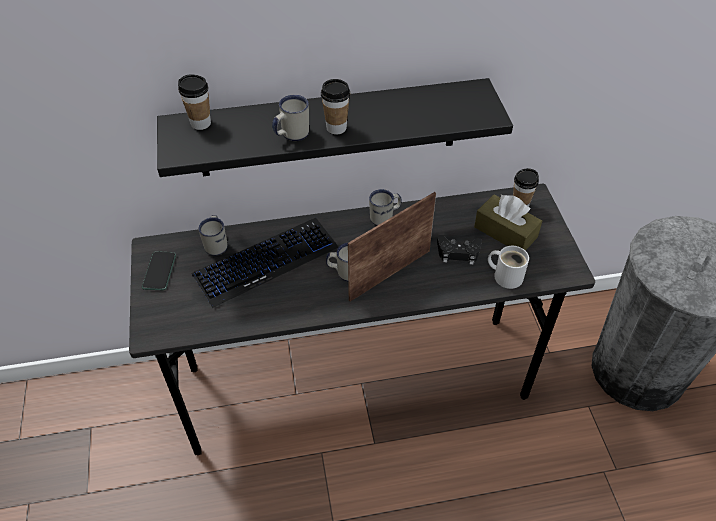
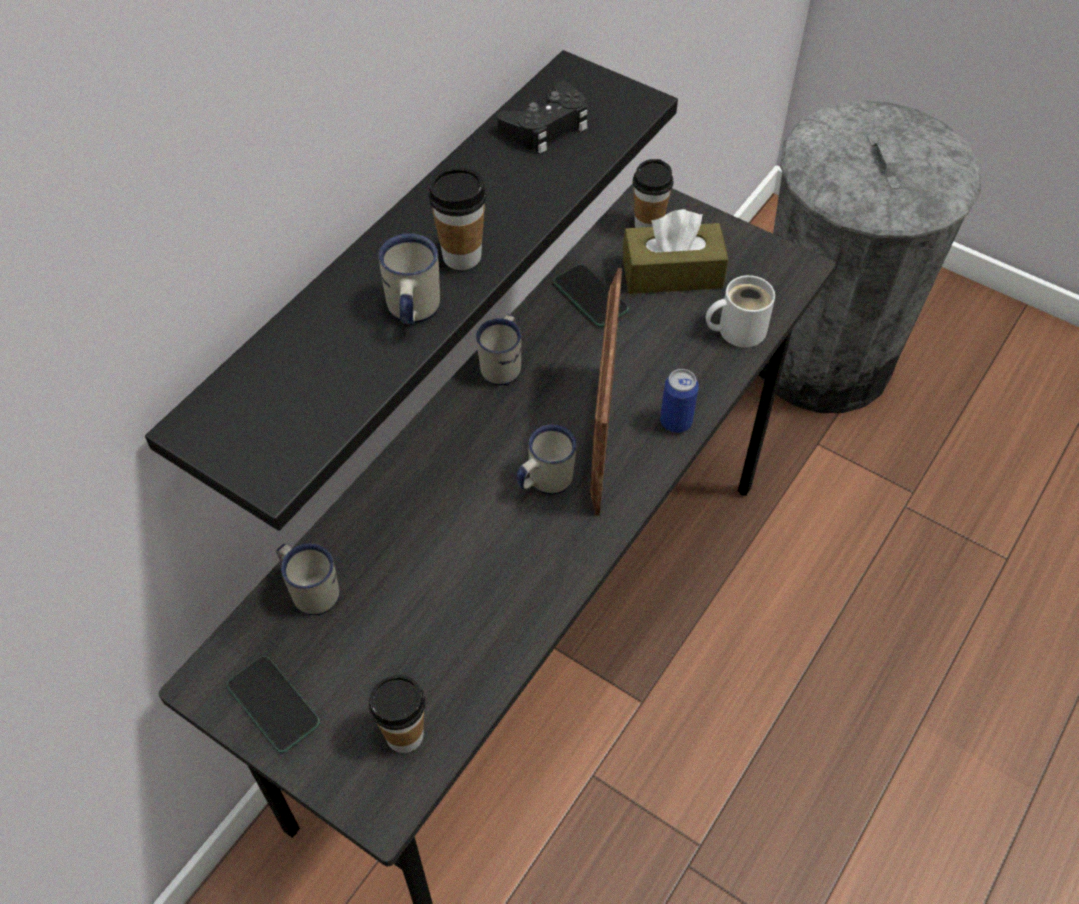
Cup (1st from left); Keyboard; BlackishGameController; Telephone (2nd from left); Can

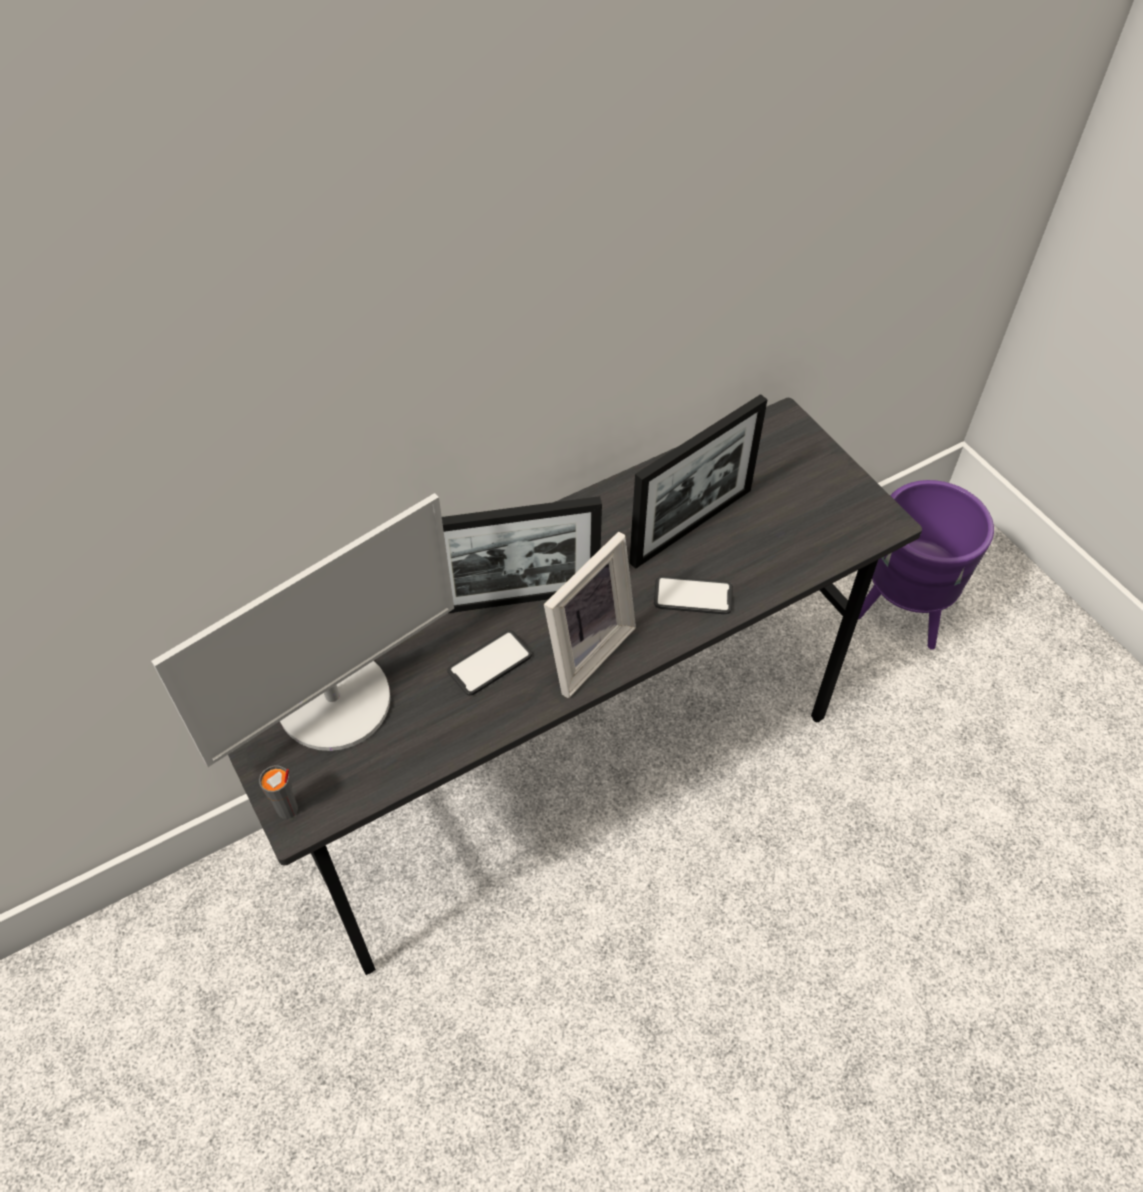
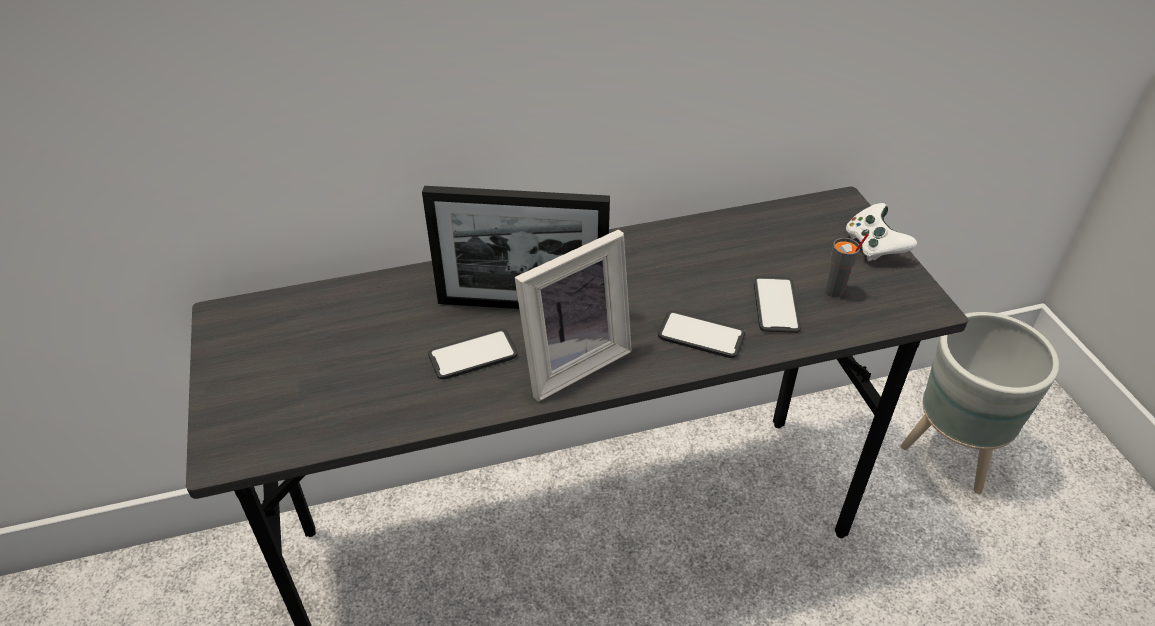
PhotoFrame (3rd from left in the first image); GreyFlowerPot; ComputerScreen; GreyCup; WhiteGameController; Telephone (3rd from left)

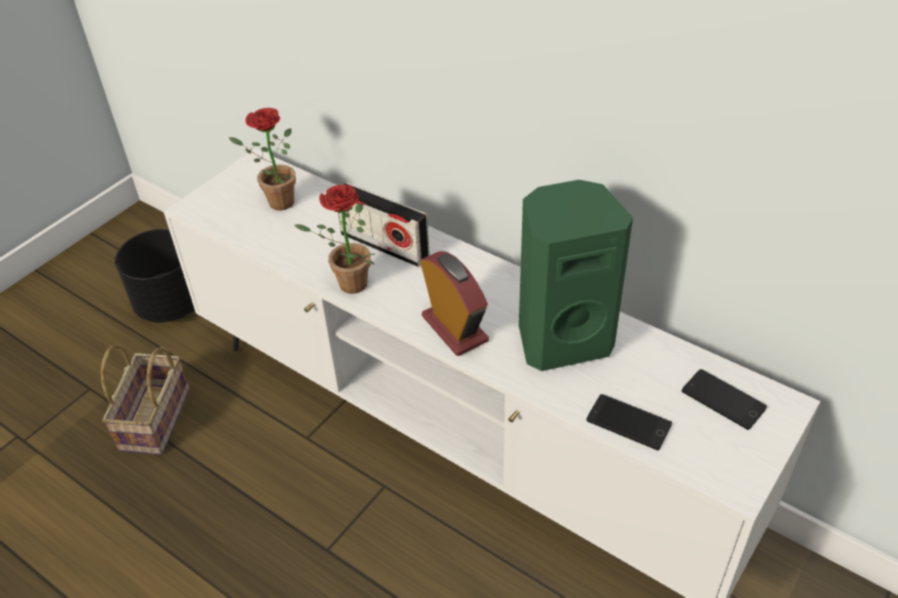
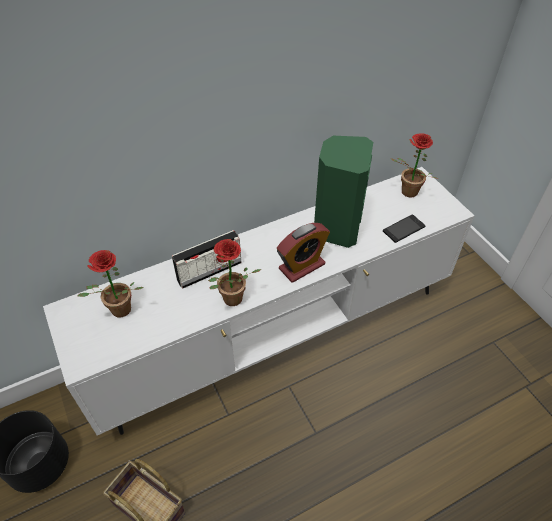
TableClock; PottedPlant (3rd from left)

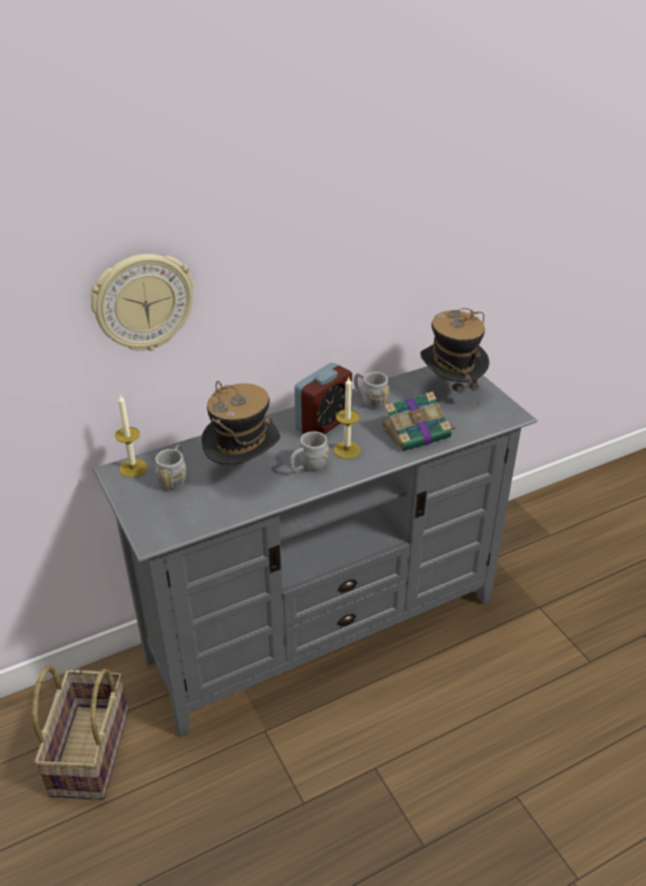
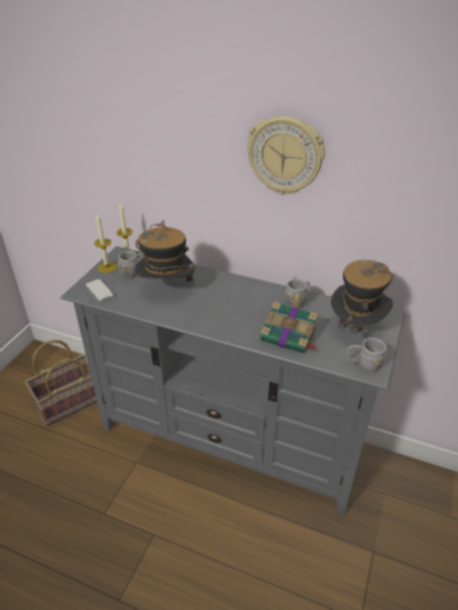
WallClock; TableClock; WaxCandle (1st from left); GreyCoffeeMug (3rd from left); Telephone

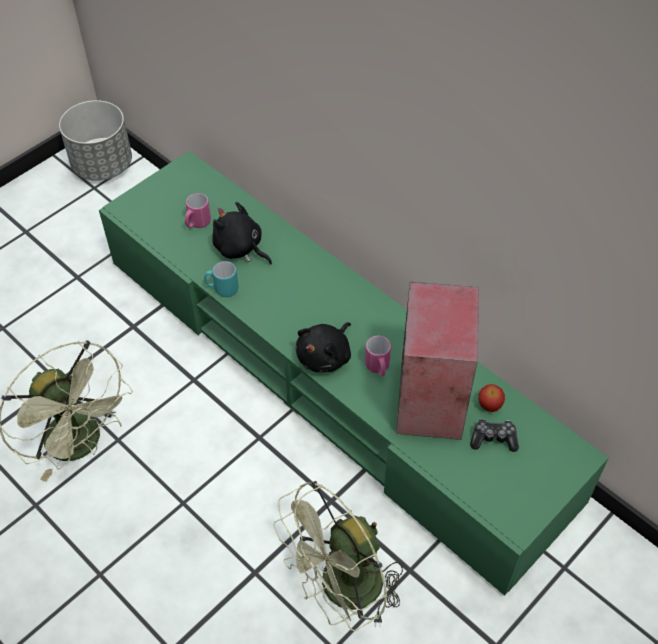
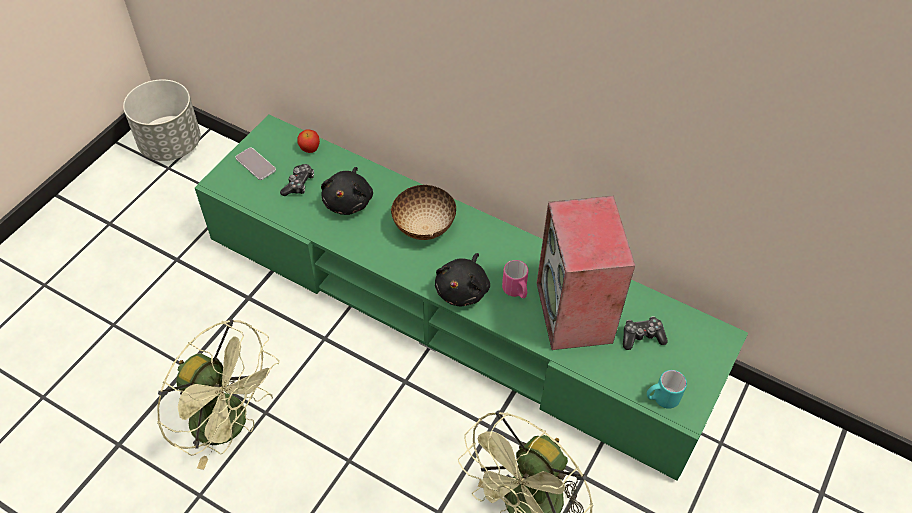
GameController (1st from left); BlackishSoftToy (1st from left); TurquoiseCoffeeMug; AppleFruit; Telephone; DeepDish

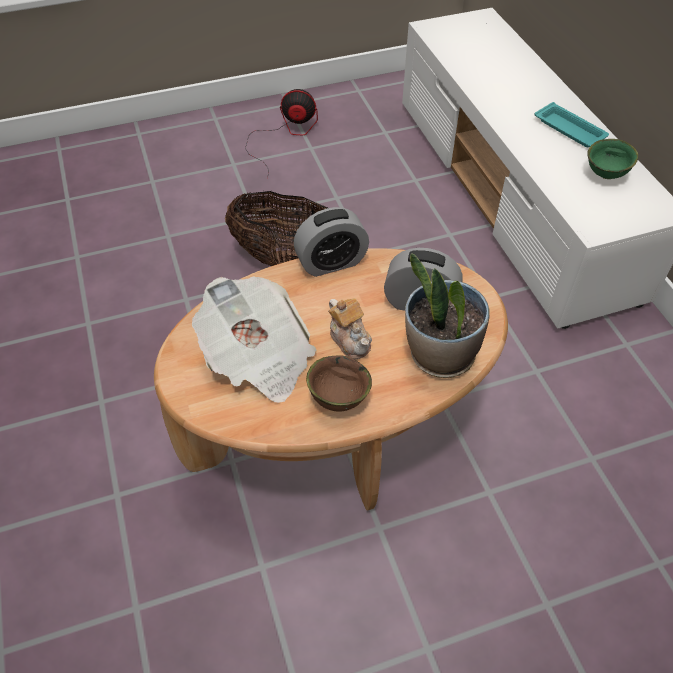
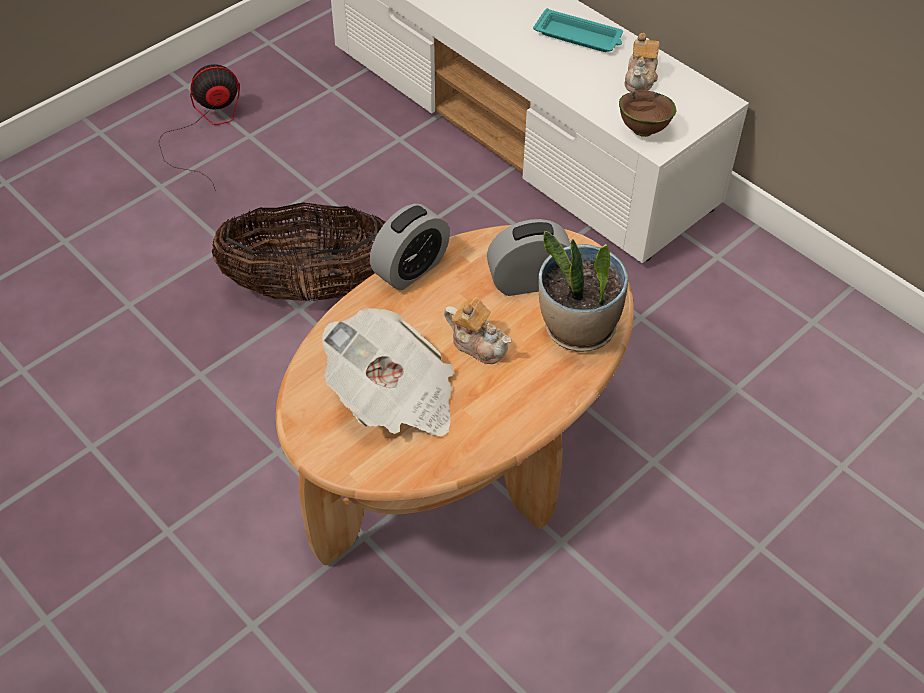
TeaPot (2nd from left); BrownDeepDish

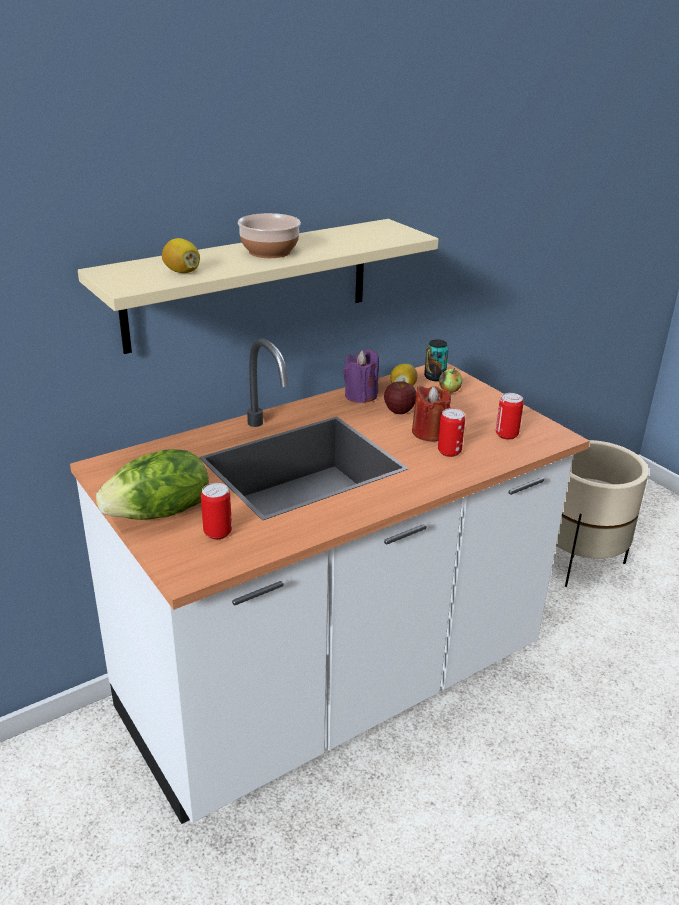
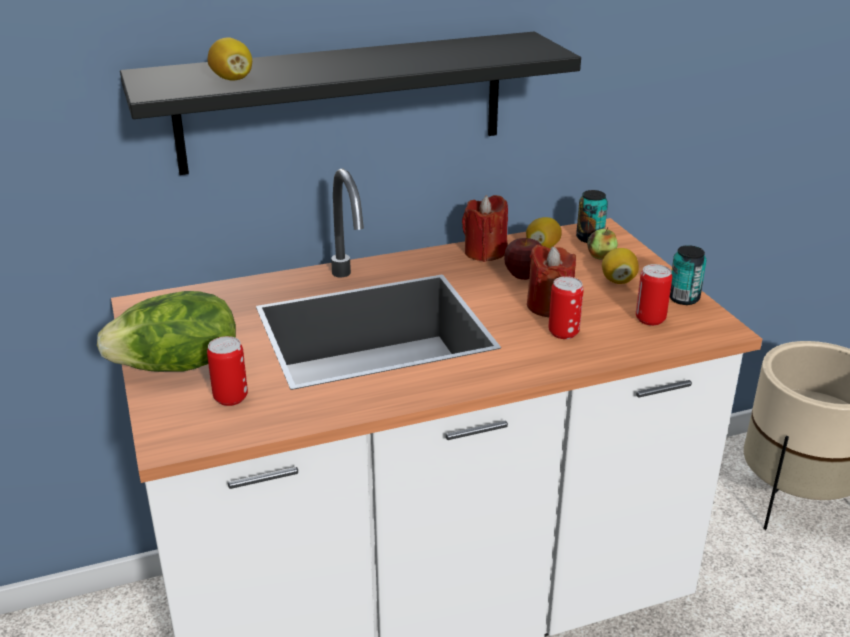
DeepDish; BlackishWallShelf; RedWaxCandle (1st from left); Can (5th from left); Lemon (3rd from left)

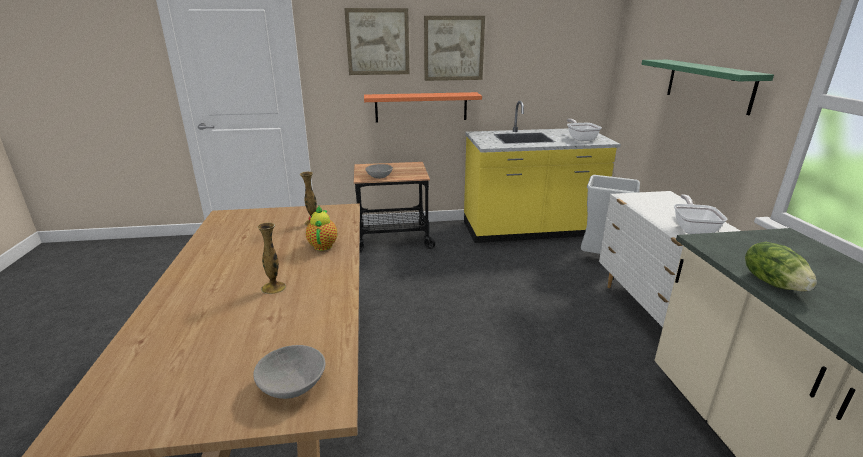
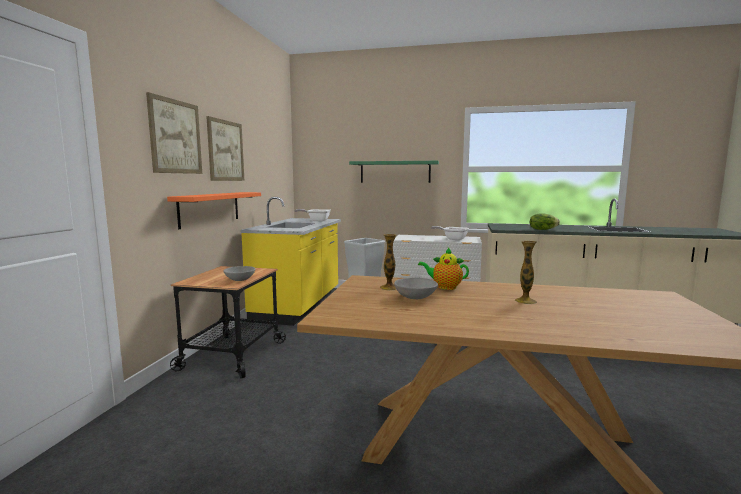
GreyDeepDish (2nd from left)

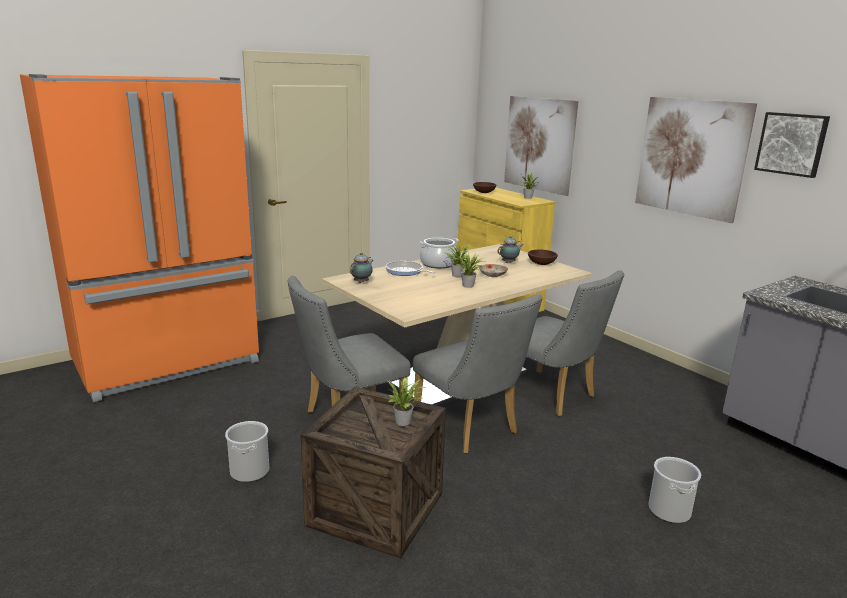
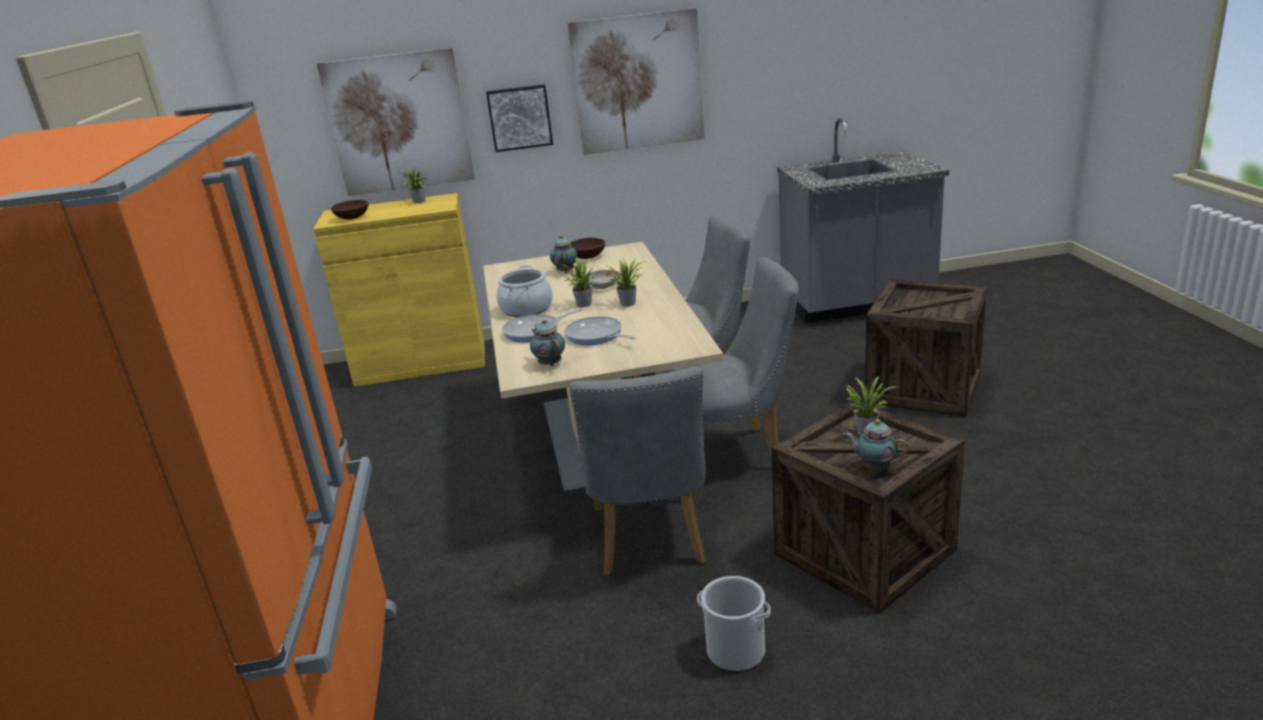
WallPicture (2nd from left); Crate (2nd from left); Skillet (2nd from left); TeaPot (3rd from left)

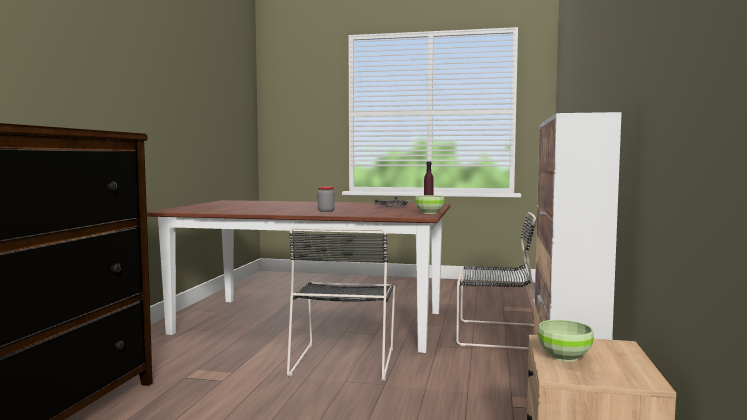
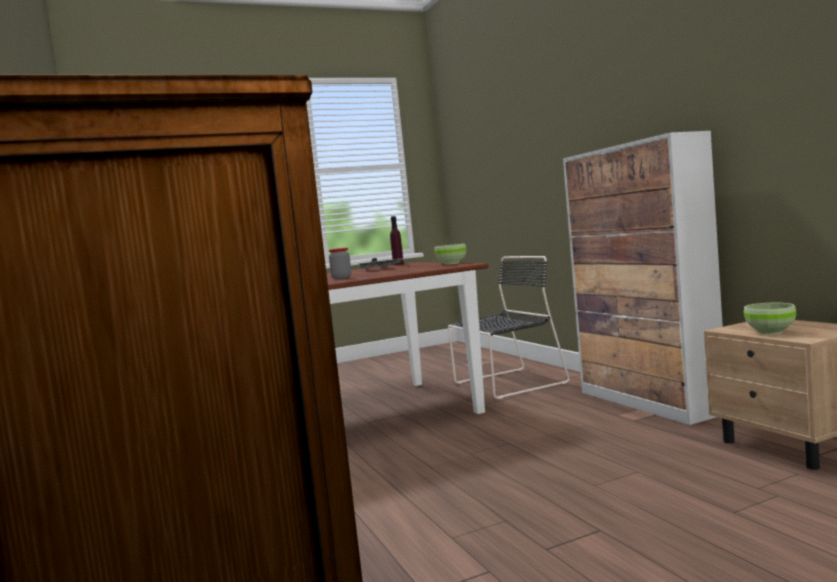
BlackishPlainChair (1st from left in the first image)

